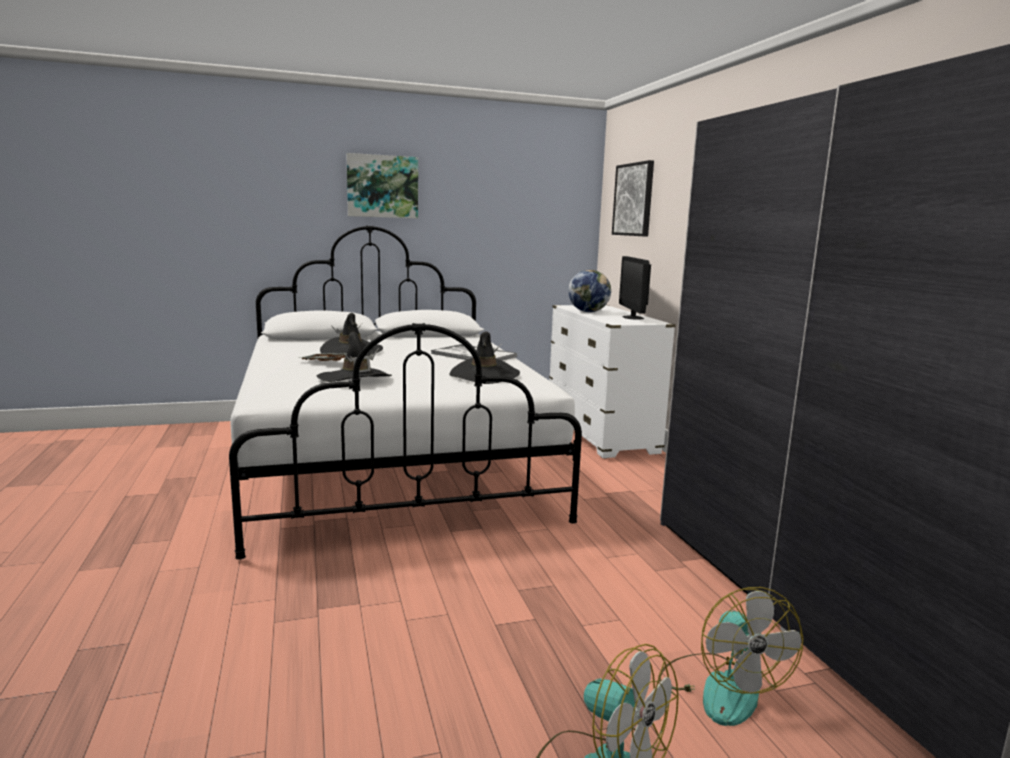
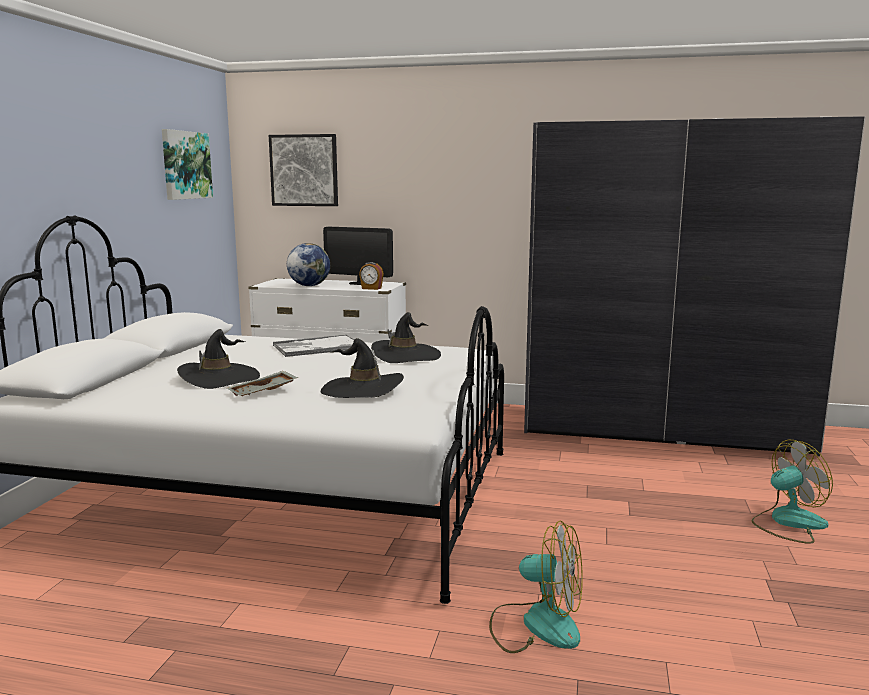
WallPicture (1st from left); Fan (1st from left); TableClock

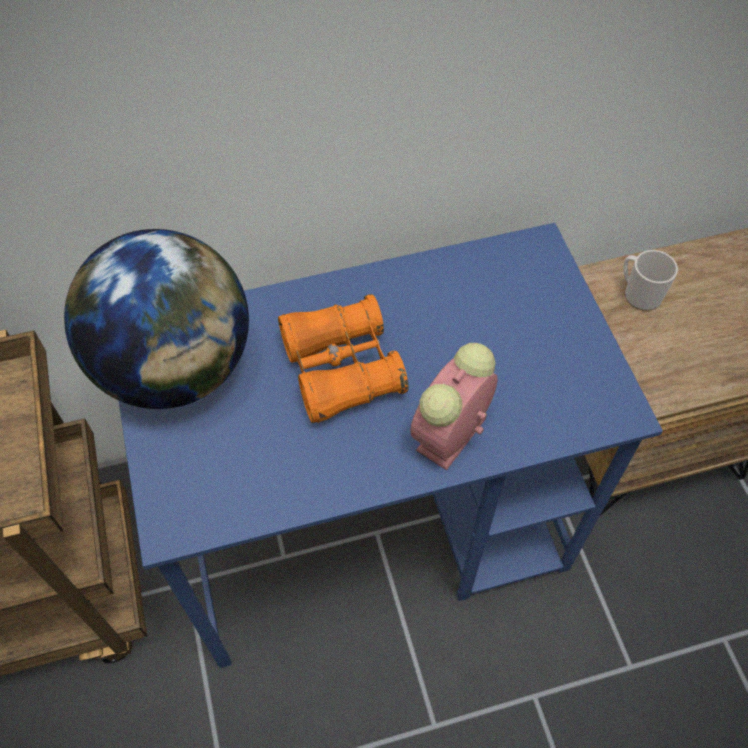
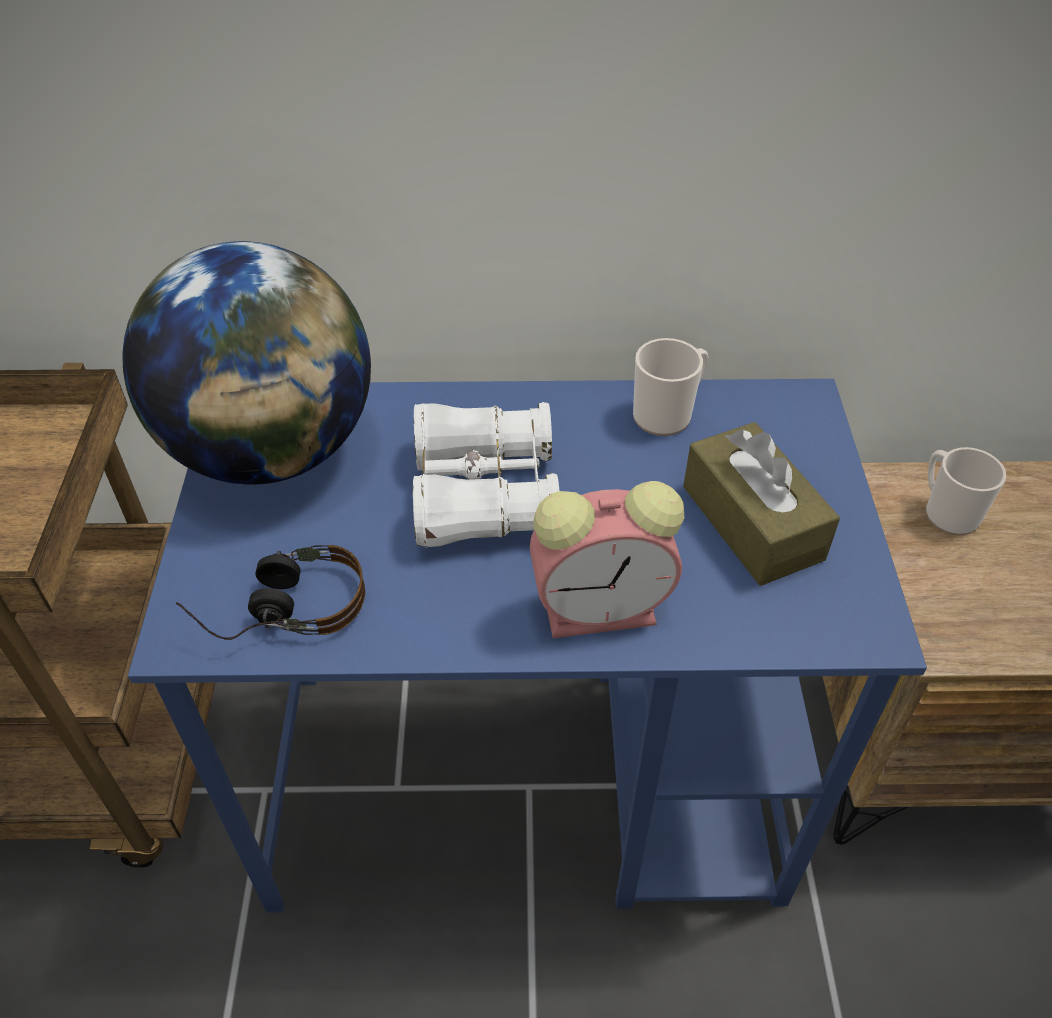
WhiteBinoculars; TableClock; CoffeeMug (1st from left); BrownTissueBox; PairOfHeadphones

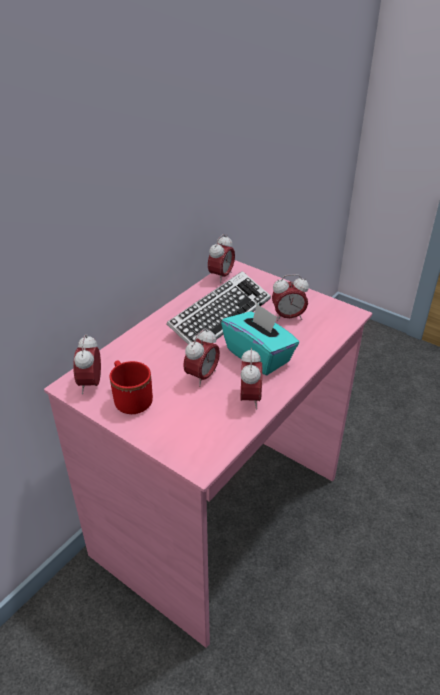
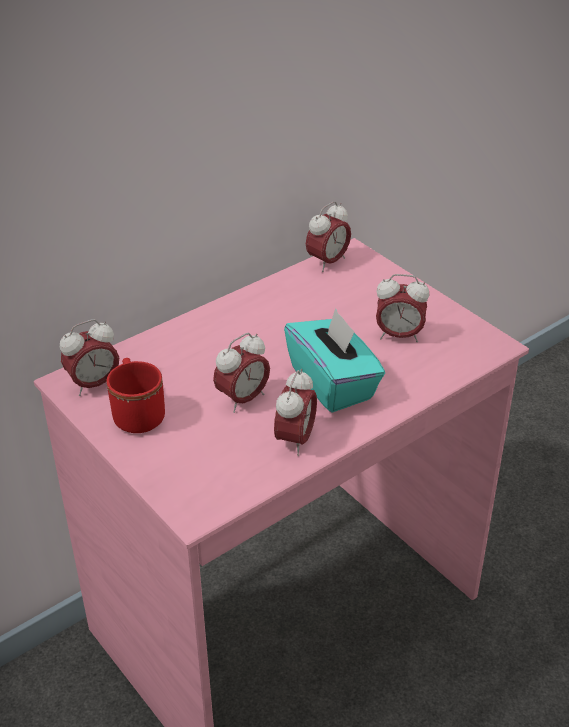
Keyboard; TableClock (1st from left)

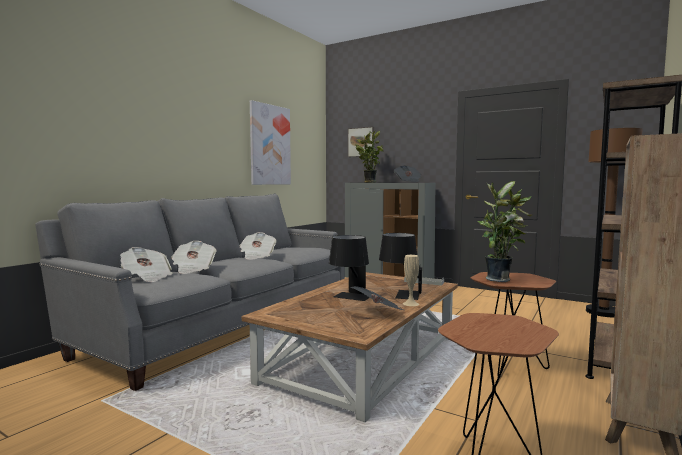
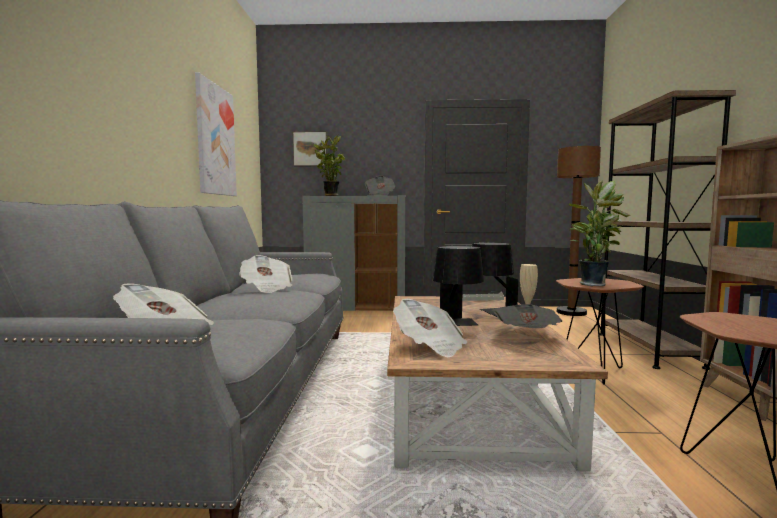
Newspaper (4th from left)

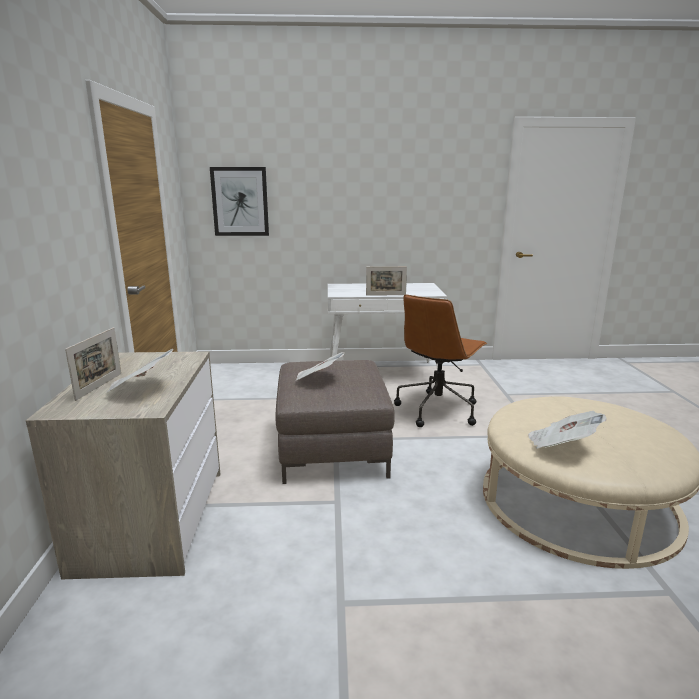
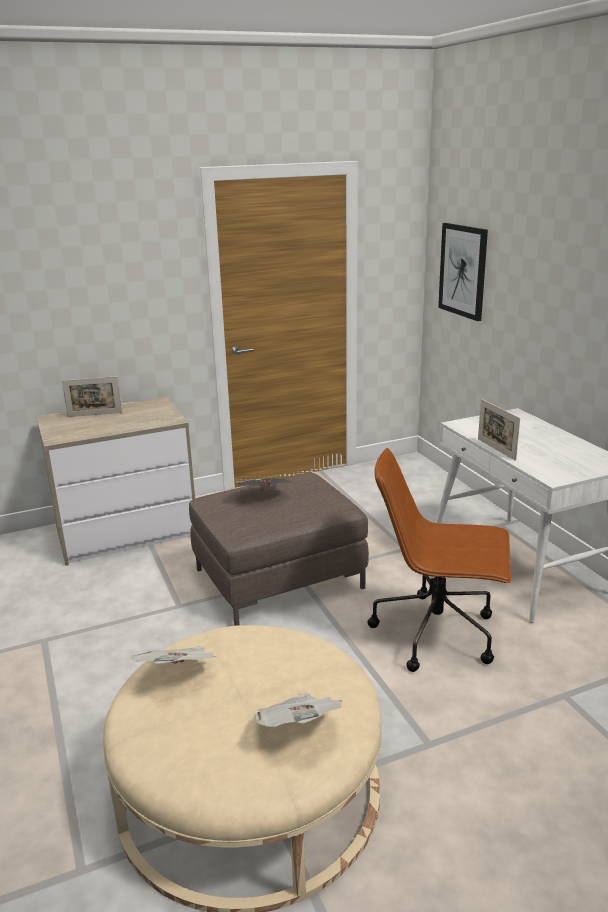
Newspaper (3rd from left)

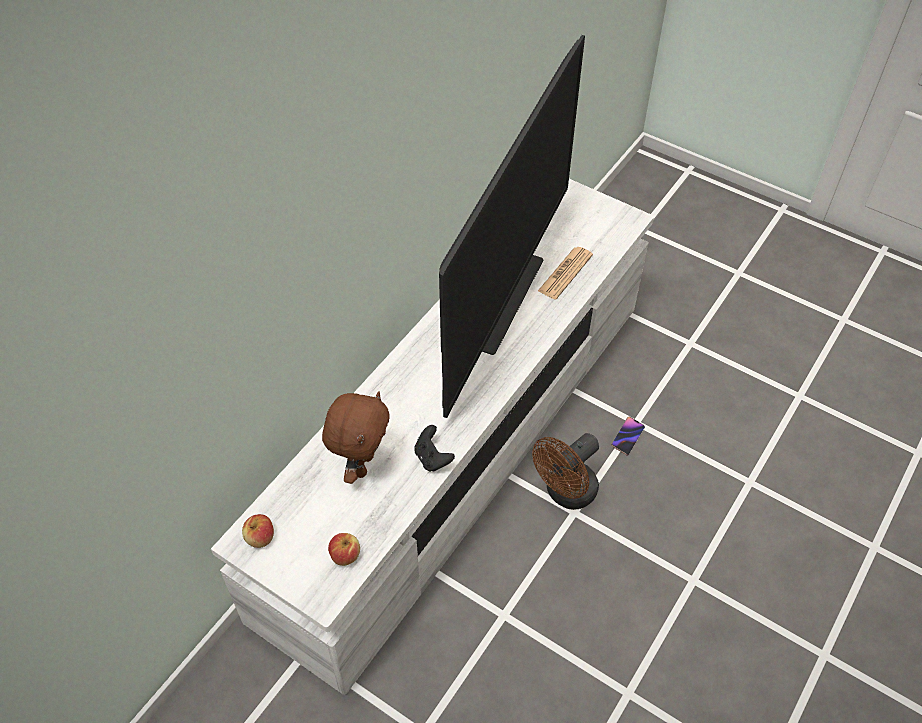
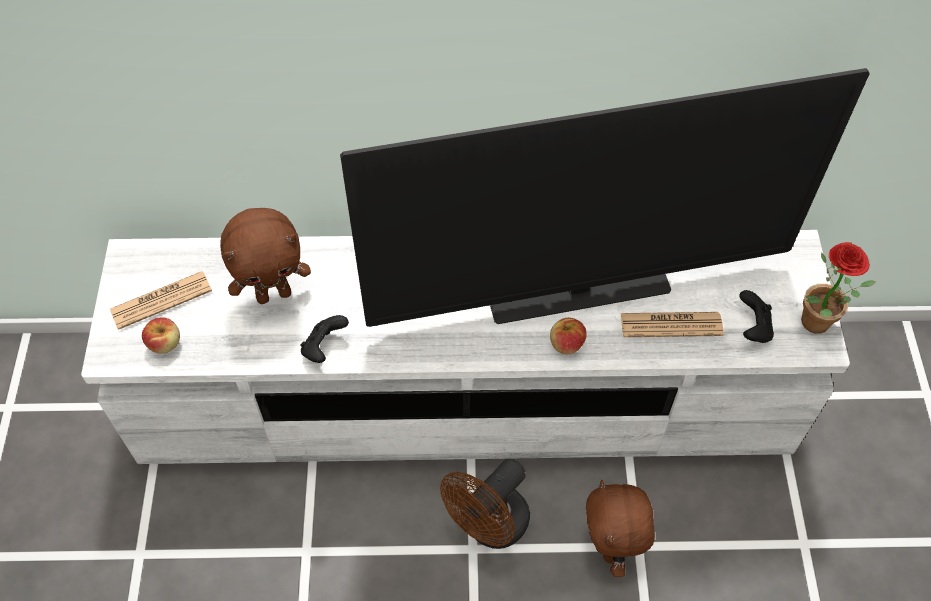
BrownSoftToy (2nd from left); BrownFan; AppleFruit (2nd from left); PottedPlant; Newspaper (1st from left); BlackishGameController (2nd from left)

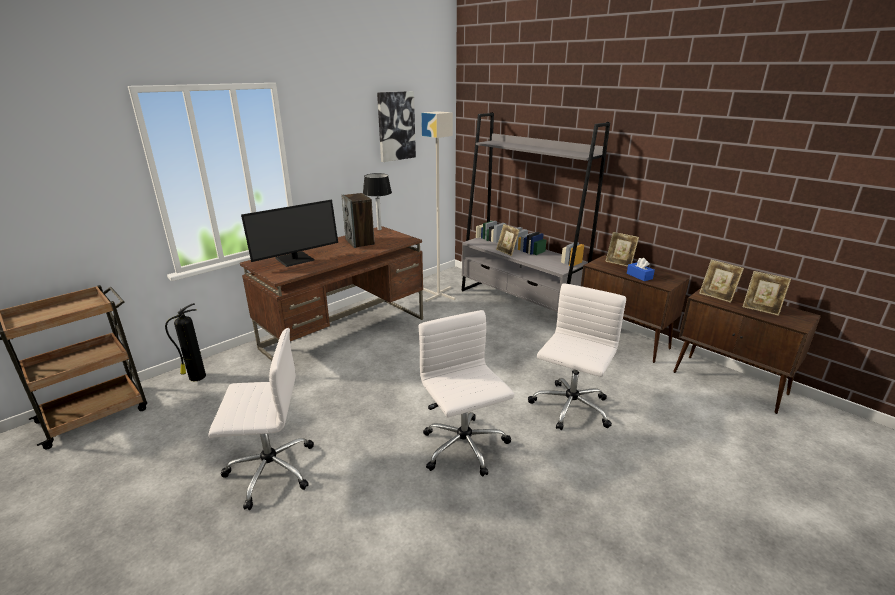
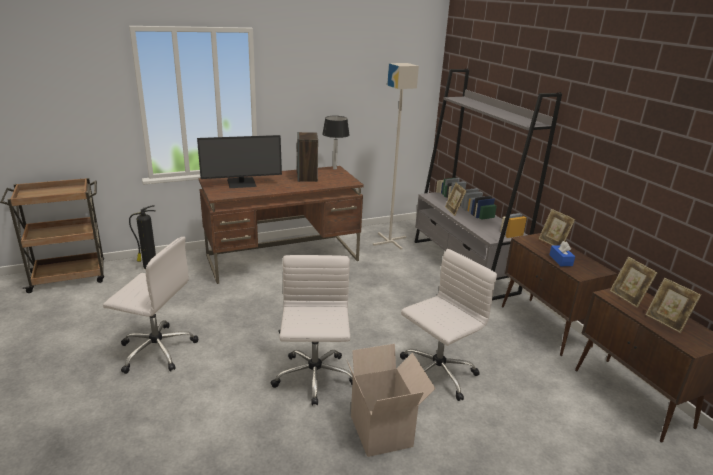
WallPicture; Carton

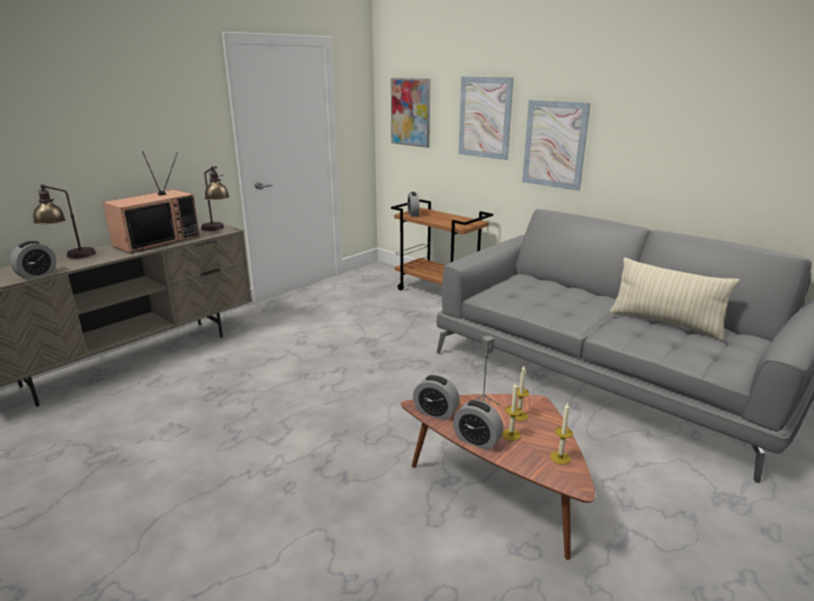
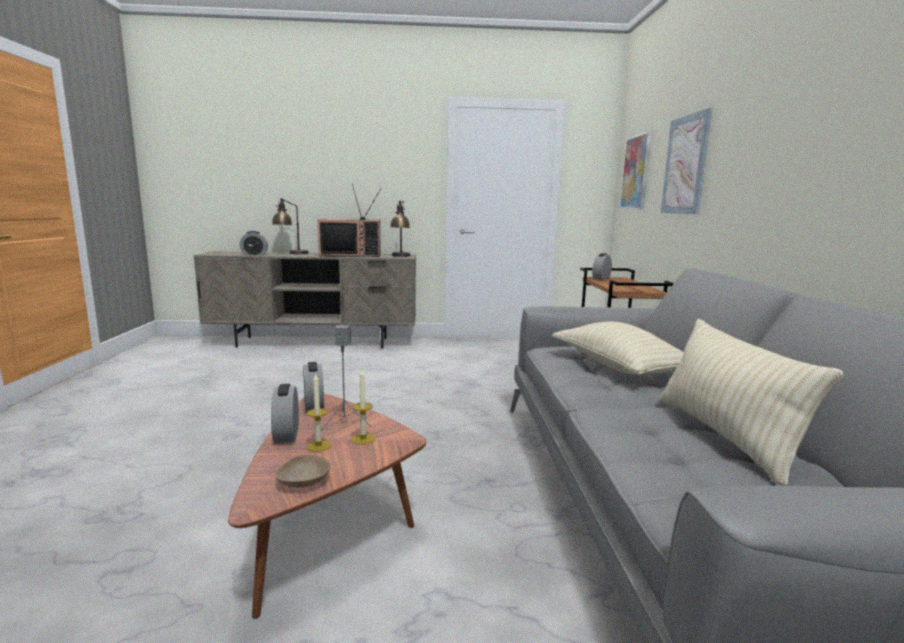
WallPicture (3rd from left in the first image); BeigeDeepDish; BeigeCushion (1st from left)

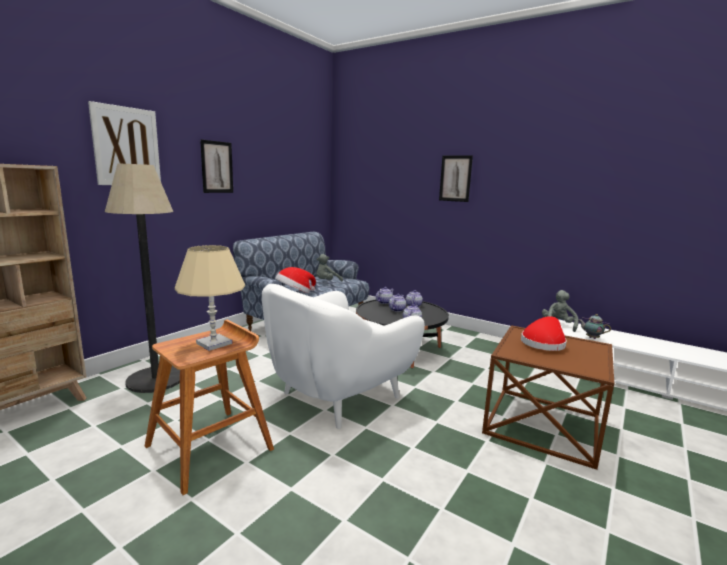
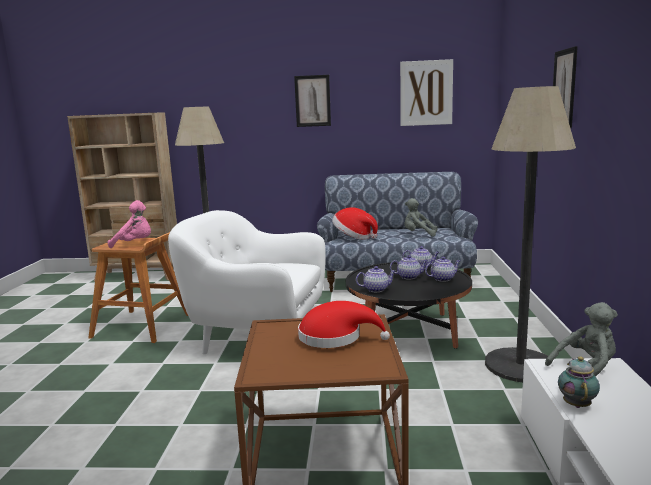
WallPicture (2nd from left); PinkSoftToy; StandingLamp (2nd from left)

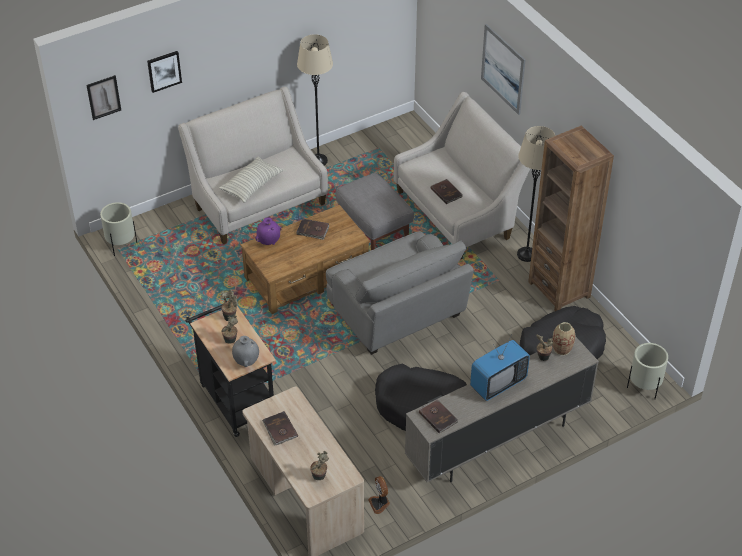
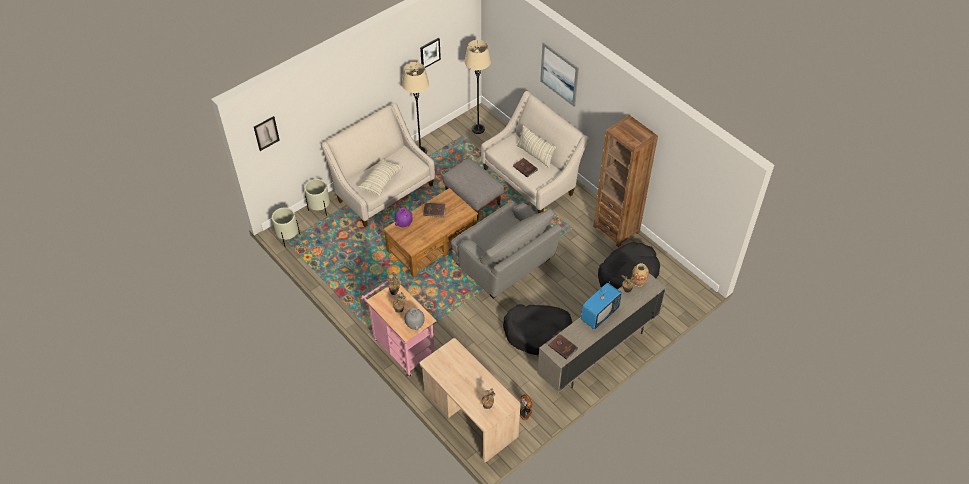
WallPicture (2nd from left); BeigeStandingLamp (2nd from left); PinkTrolley; BeigeFlowerPot (2nd from left); BrownVolume (1st from left in the first image); Cushion (2nd from left)

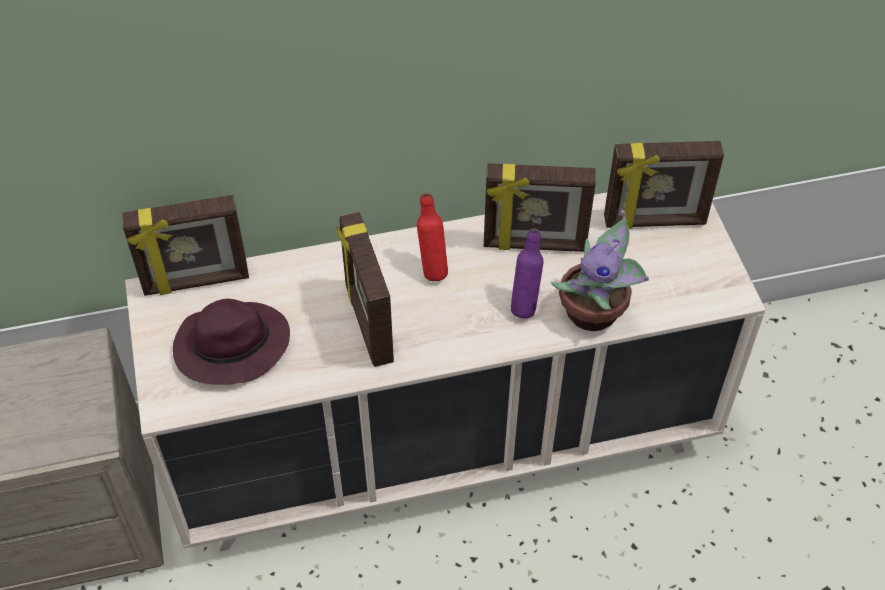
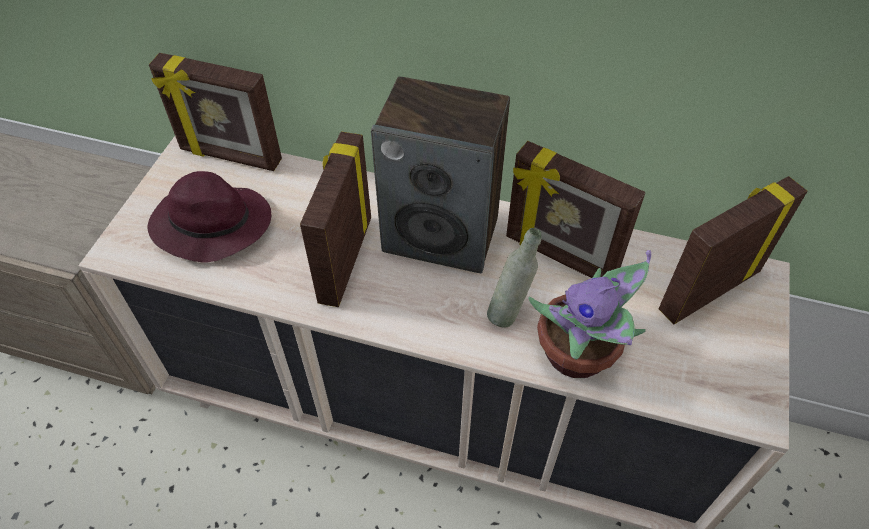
PhotoFrame (4th from left); AudioSpeaker; GreyDrinkBottle

